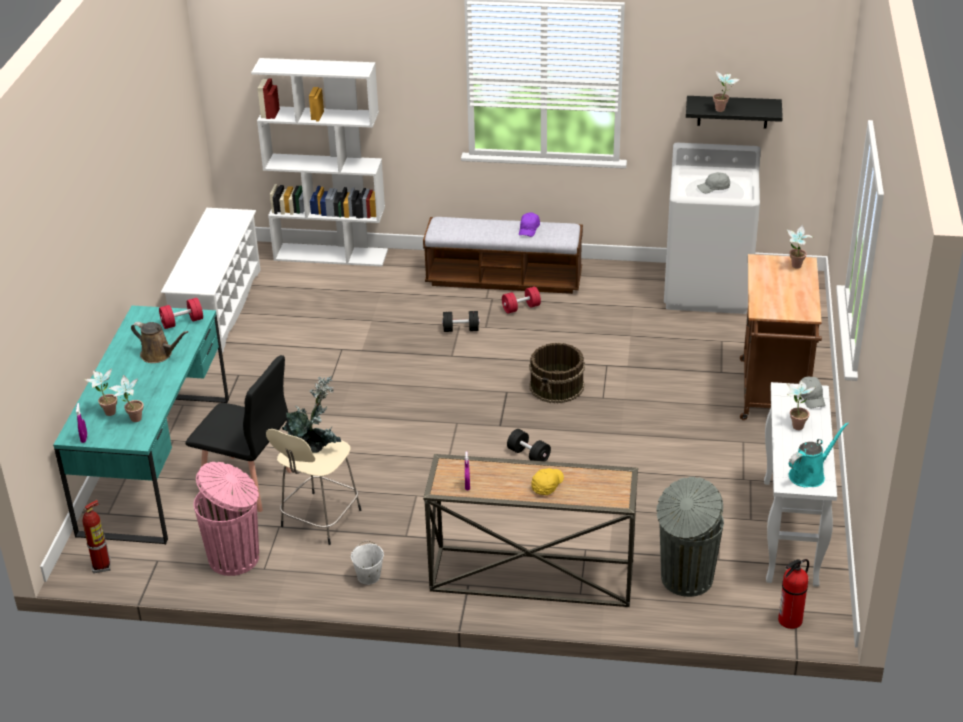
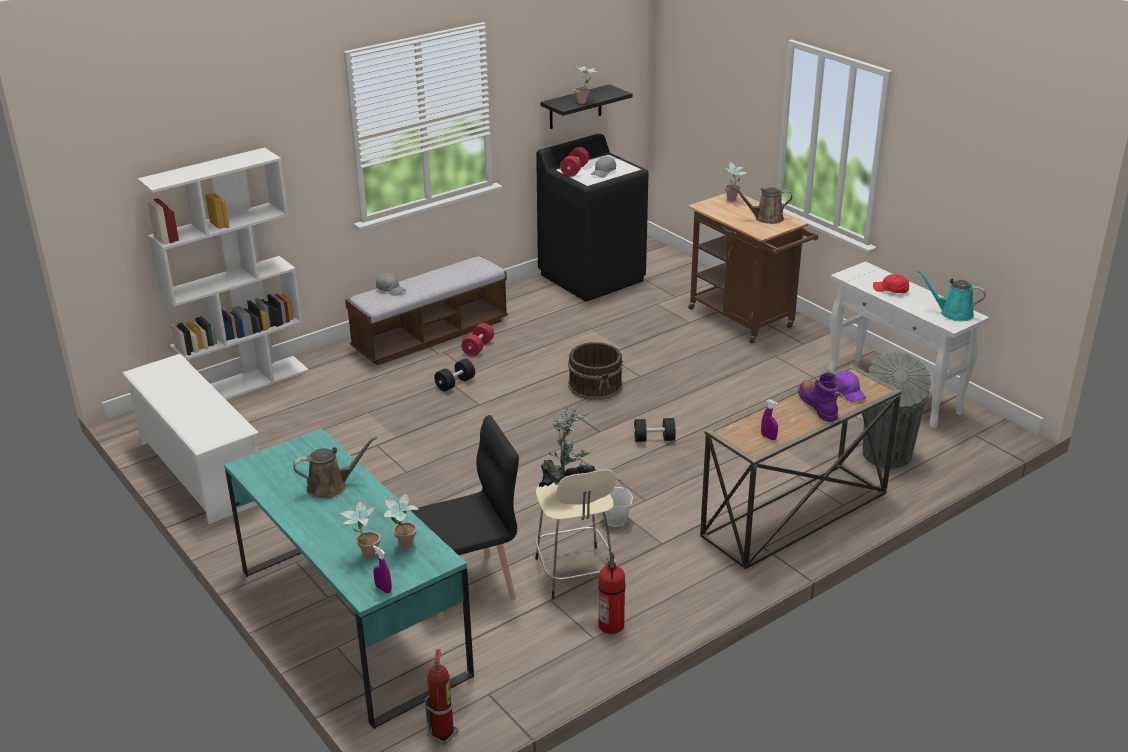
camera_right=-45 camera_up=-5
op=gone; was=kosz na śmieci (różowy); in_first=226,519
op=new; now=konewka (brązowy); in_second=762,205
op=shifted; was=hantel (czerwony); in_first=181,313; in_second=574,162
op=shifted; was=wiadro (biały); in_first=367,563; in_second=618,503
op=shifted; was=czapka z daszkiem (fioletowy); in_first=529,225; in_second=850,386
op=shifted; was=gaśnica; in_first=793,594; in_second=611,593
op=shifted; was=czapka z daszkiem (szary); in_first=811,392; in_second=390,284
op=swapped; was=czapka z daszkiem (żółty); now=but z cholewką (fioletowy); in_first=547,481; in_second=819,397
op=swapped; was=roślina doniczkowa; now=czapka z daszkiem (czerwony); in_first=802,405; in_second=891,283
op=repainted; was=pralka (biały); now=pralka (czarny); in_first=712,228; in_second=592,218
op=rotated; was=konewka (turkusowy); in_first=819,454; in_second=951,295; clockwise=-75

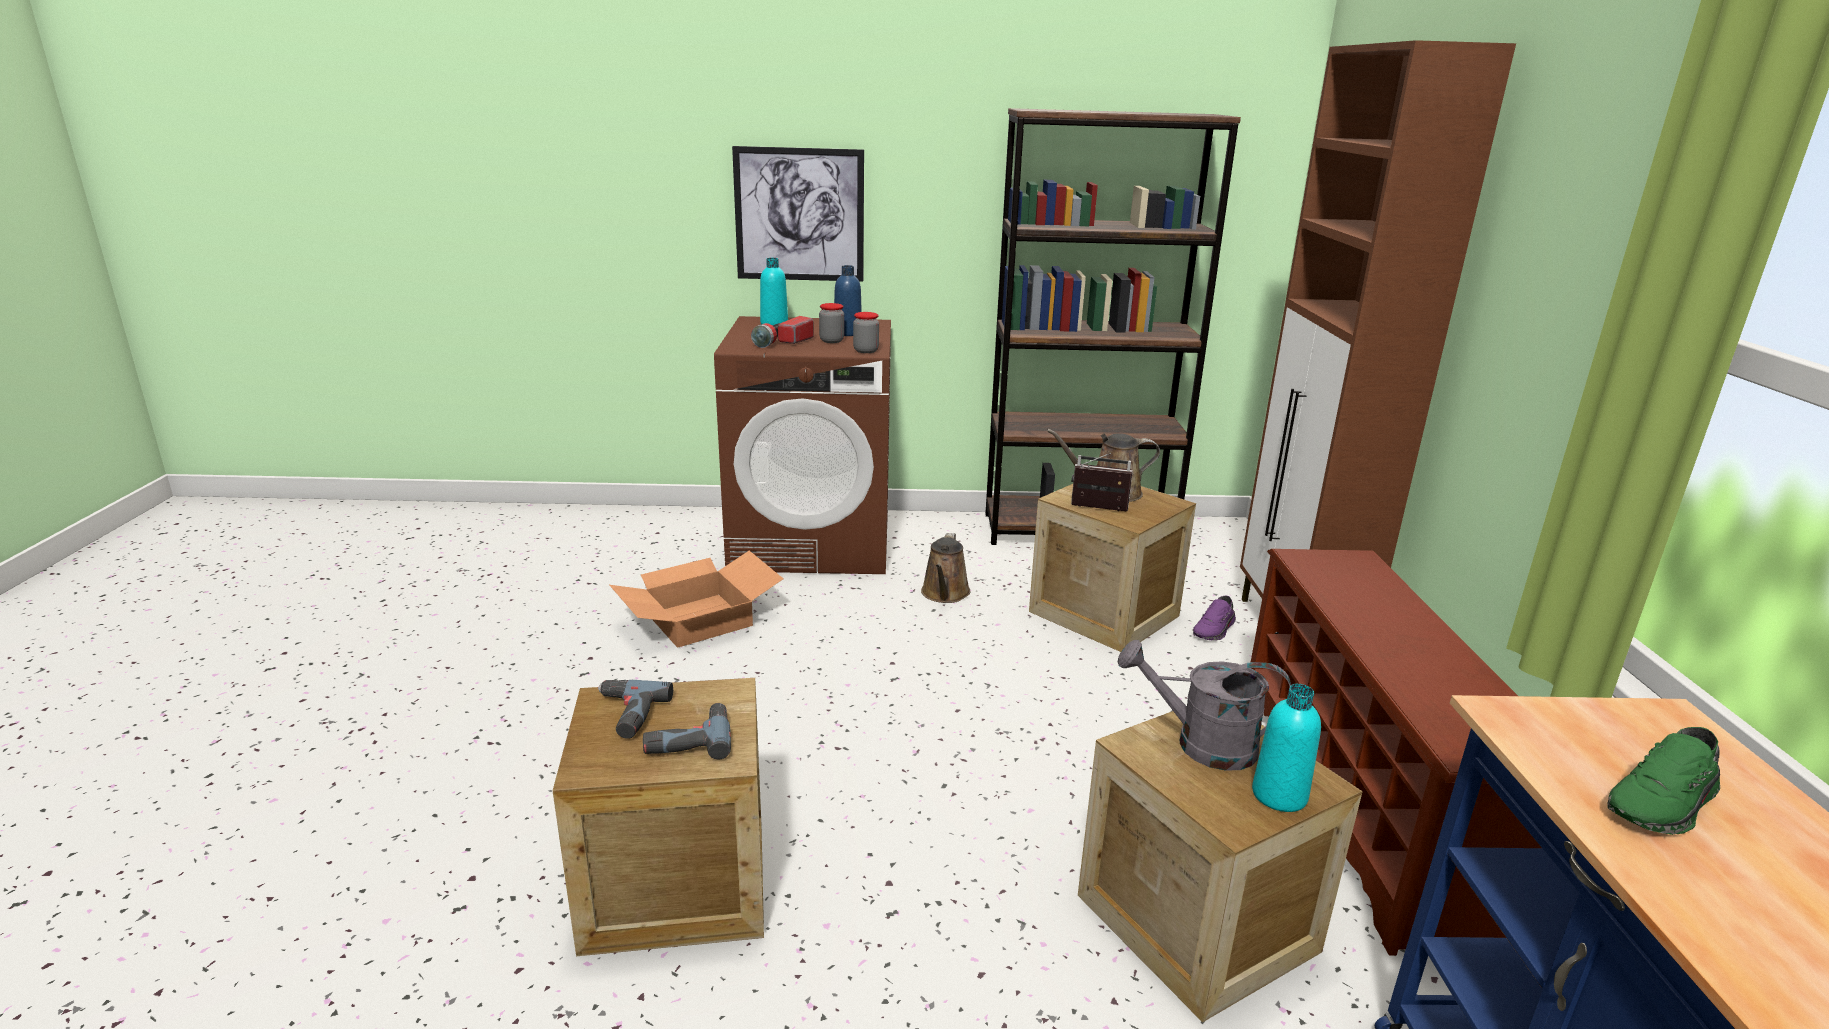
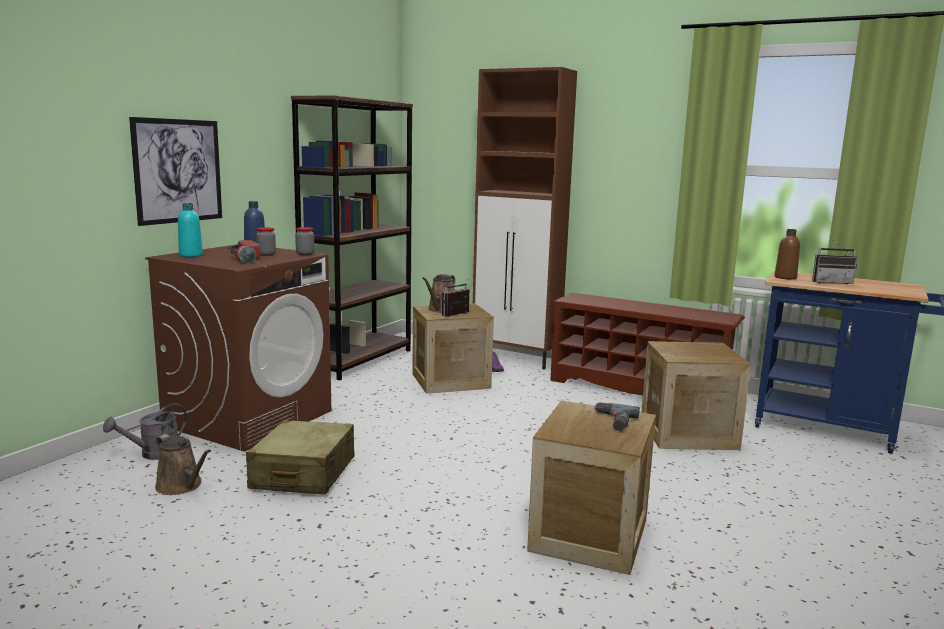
camera_right=-60 camera_up=-10
op=gone; was=wiertarka; in_first=635,709
op=gone; was=butelka (turkusowy); in_first=1286,748
op=new; now=butelka (brązowy); in_second=787,254
op=shifted; was=konewka (brązowy); in_first=946,568; in_second=183,464
op=shifted; was=konewka (szary); in_first=1204,705; in_second=145,431
op=swapped; was=karton; now=walizka (beżowy); in_first=696,599; in_second=300,457
op=swapped; was=but (zielony); now=radio; in_first=1663,781; in_second=834,261

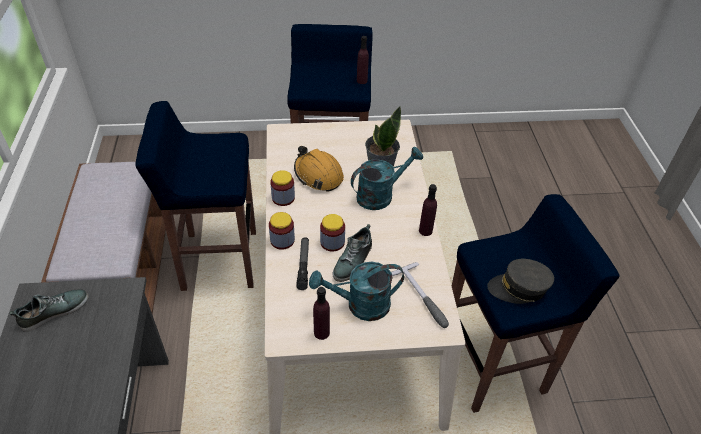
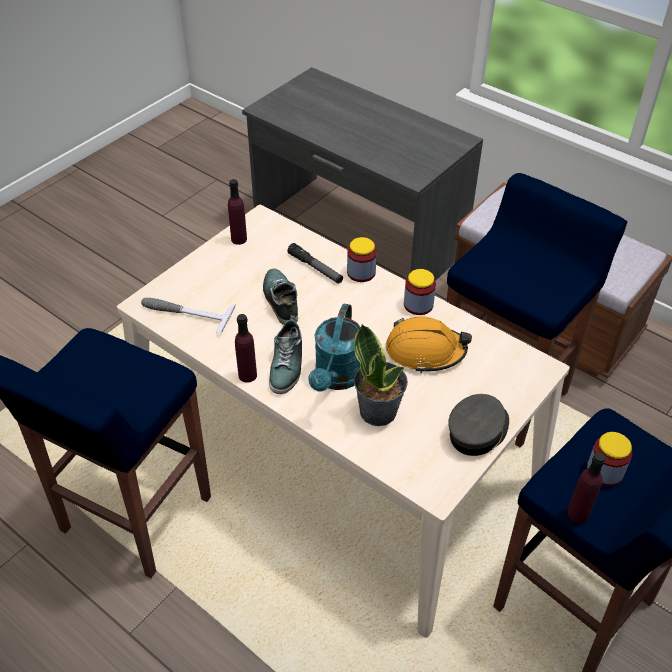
camera_right=135 camera_up=0
op=gone; was=konewka (turkusowy); in_first=356,291
op=shifted; was=but; in_first=49,310; in_second=285,354
op=shifted; was=słoik; in_first=332,233; in_second=609,459
op=shifted; was=czapka z daszkiem (szary); in_first=520,281; in_second=478,425

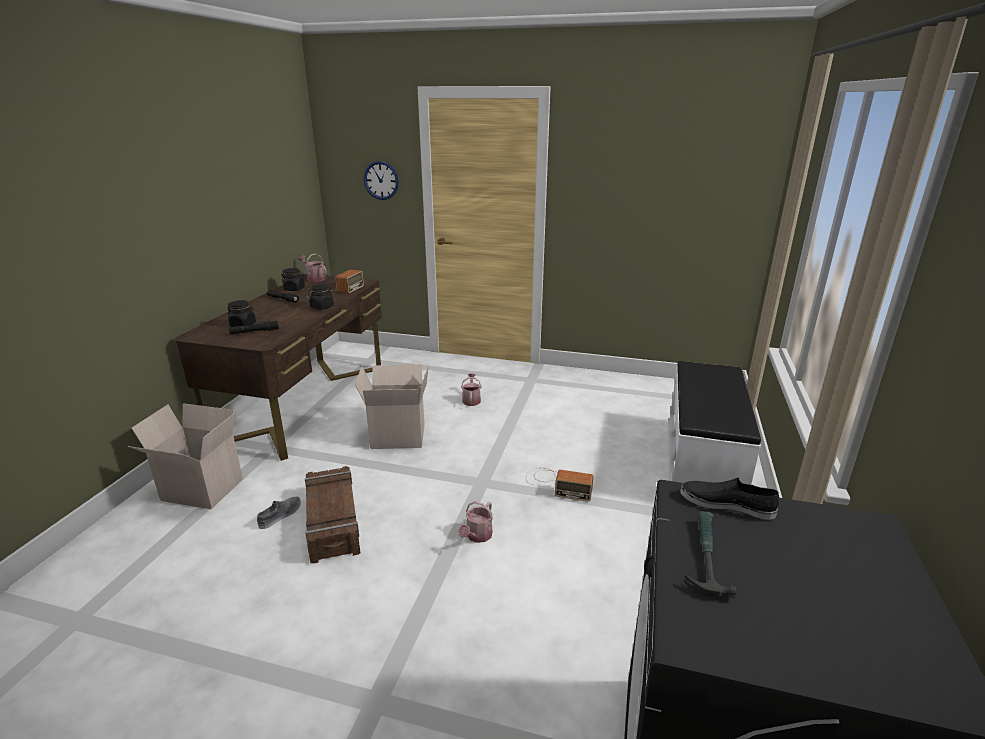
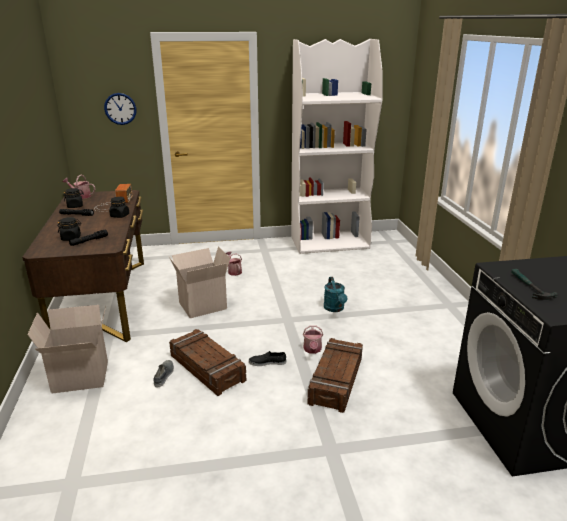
camera_right=-25 camera_up=0
op=gone; was=ławka (biały); in_first=715,422
op=new; now=regał (biały); in_second=337,146
op=new; now=skrzynka; in_second=335,375
op=shifted; was=but (czarny); in_first=729,499; in_second=267,358
op=swapped; was=radio; now=konewka (turkusowy); in_first=559,485; in_second=335,294

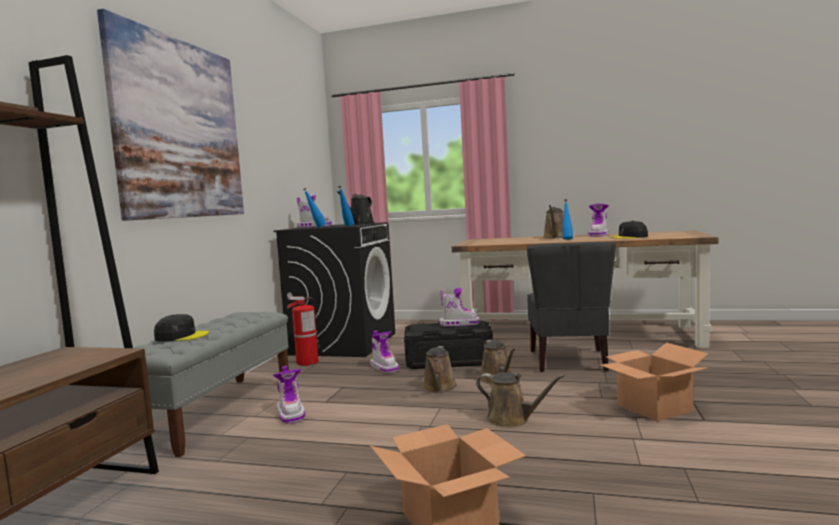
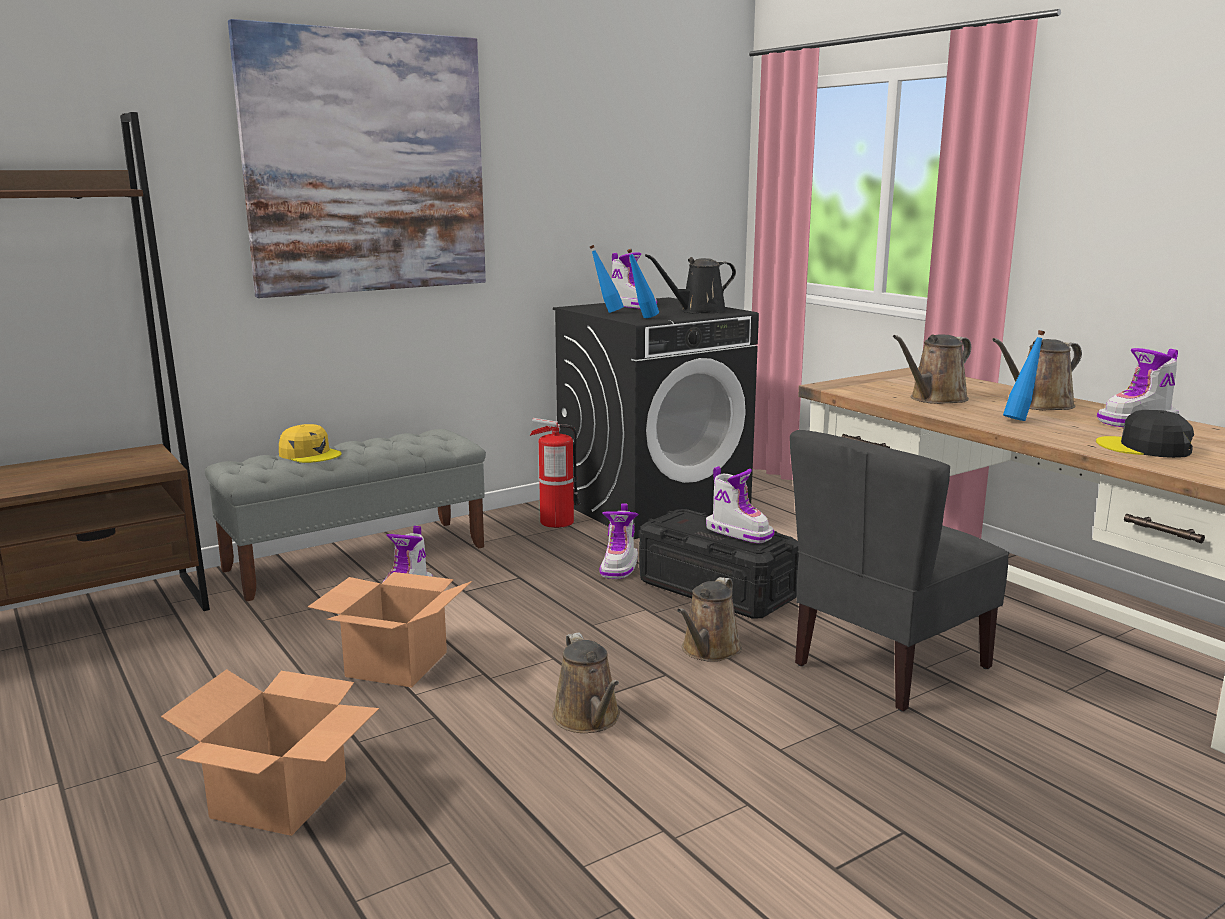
camera_right=40 camera_up=10
op=shifted; was=konewka (brązowy); in_first=439,369; in_second=932,369
op=shifted; was=karton; in_first=654,382; in_second=390,629
op=repainted; was=czapka z daszkiem (czarny); now=czapka z daszkiem (żółty); in_first=181,328; in_second=310,443

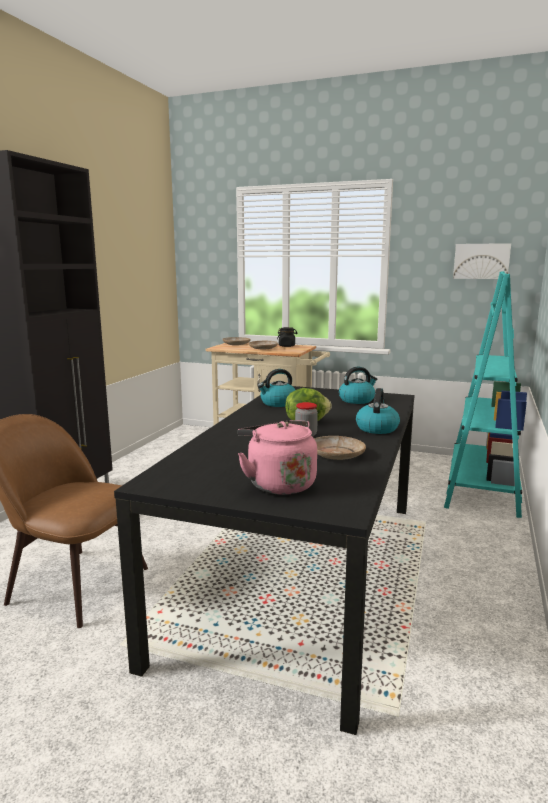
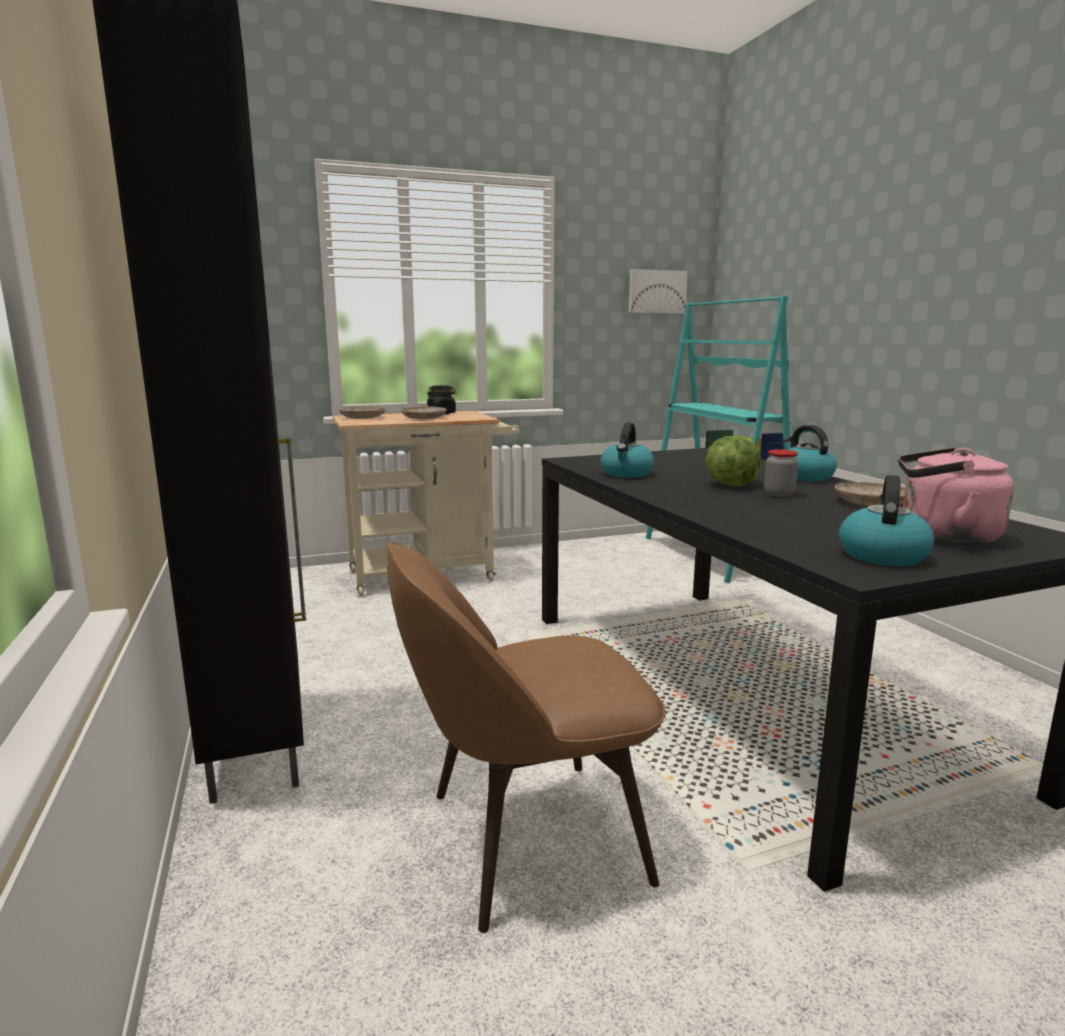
camera_right=-40 camera_up=0
op=shifted; was=czajnik; in_first=358,385; in_second=887,520

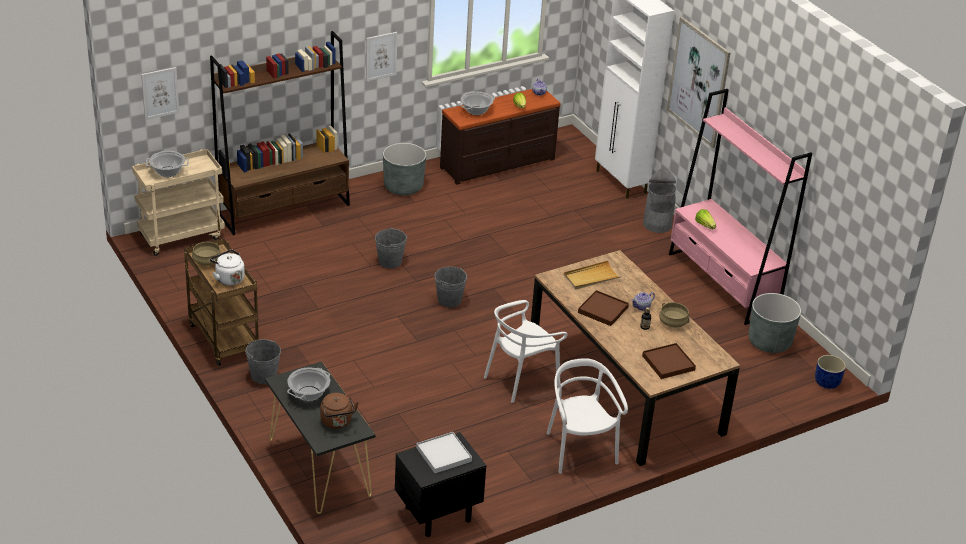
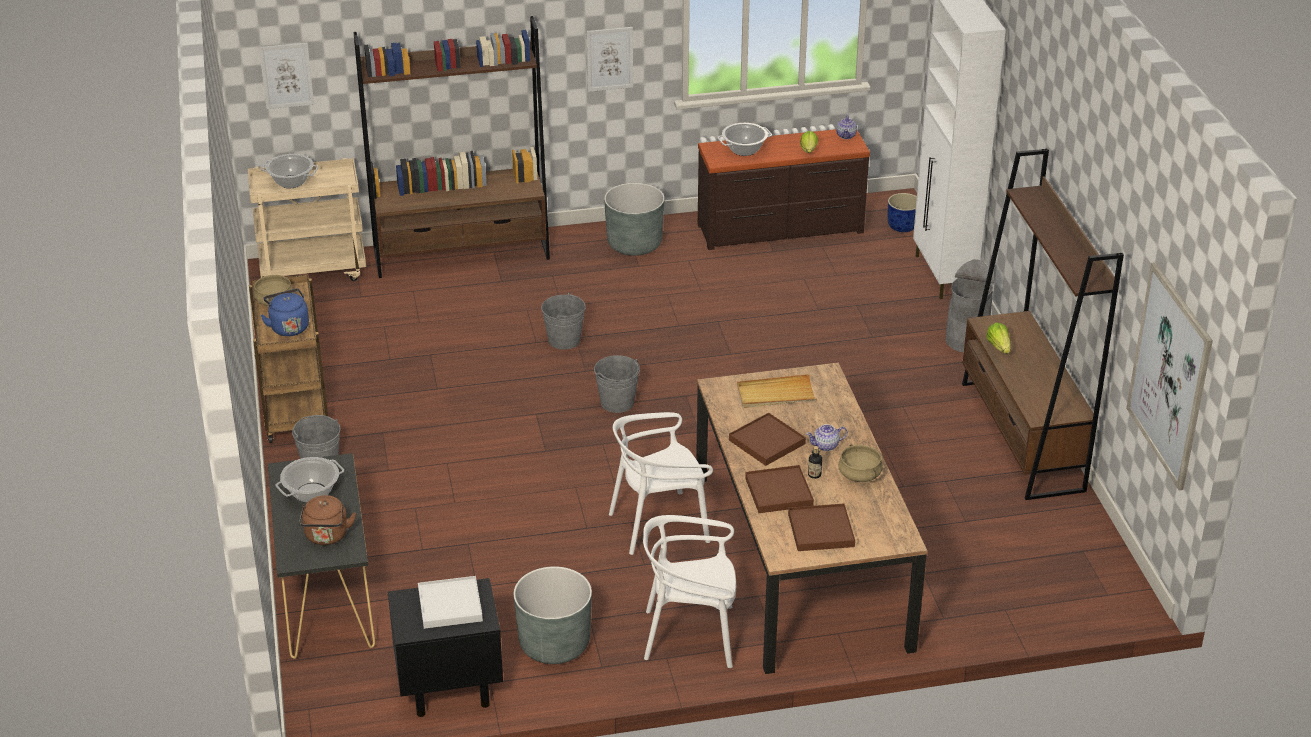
camera_right=20 camera_up=0
op=new; now=taca (brązowy); in_second=779,489
op=shifted; was=obraz; in_first=699,82; in_second=1169,376
op=shifted; was=donica (szary); in_first=774,323; in_second=552,615
op=shifted; was=donica (niebieski); in_first=830,372; in_second=902,212
op=repainted; was=czajnik (biały); now=czajnik (niebieski); in_first=227,267; in_second=285,312
op=repainted; was=regał (różowy); now=regał (brązowy); in_first=740,207; in_second=1043,324
op=rotated; was=krzesło (biały); in_first=587,416; in_second=689,591; clockwise=-90

